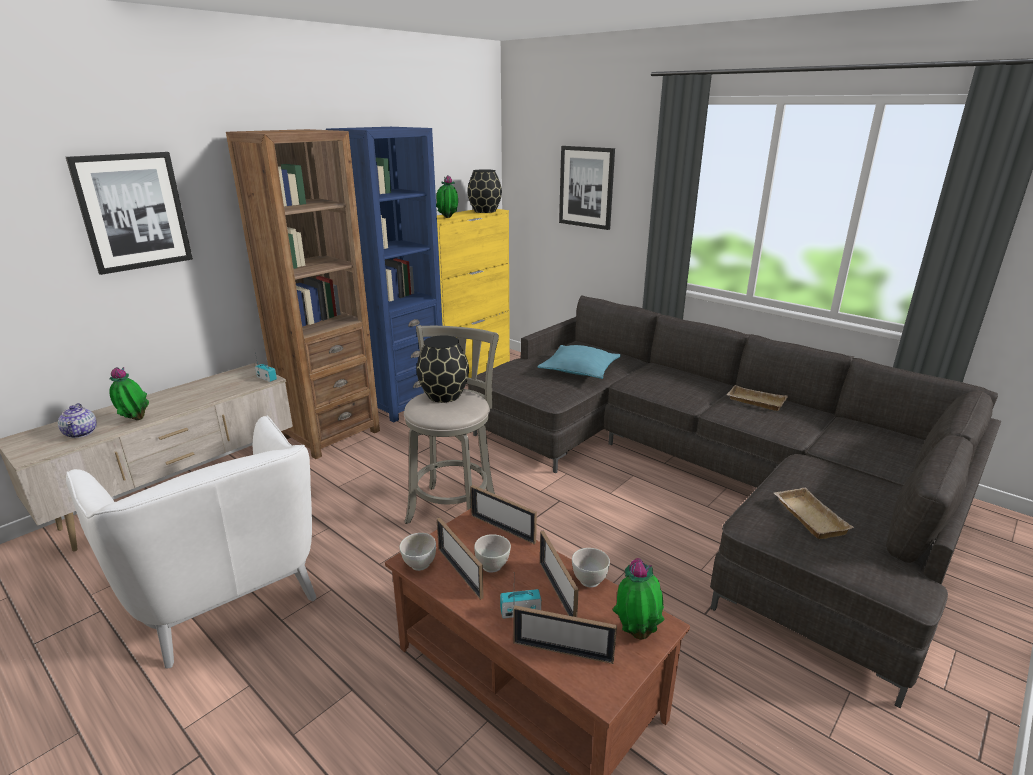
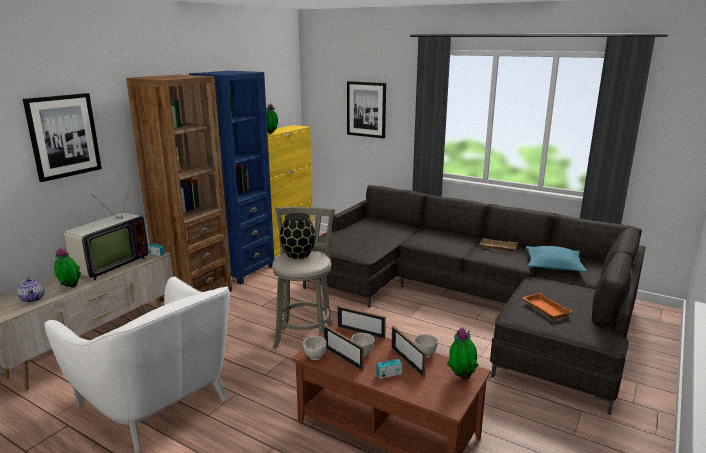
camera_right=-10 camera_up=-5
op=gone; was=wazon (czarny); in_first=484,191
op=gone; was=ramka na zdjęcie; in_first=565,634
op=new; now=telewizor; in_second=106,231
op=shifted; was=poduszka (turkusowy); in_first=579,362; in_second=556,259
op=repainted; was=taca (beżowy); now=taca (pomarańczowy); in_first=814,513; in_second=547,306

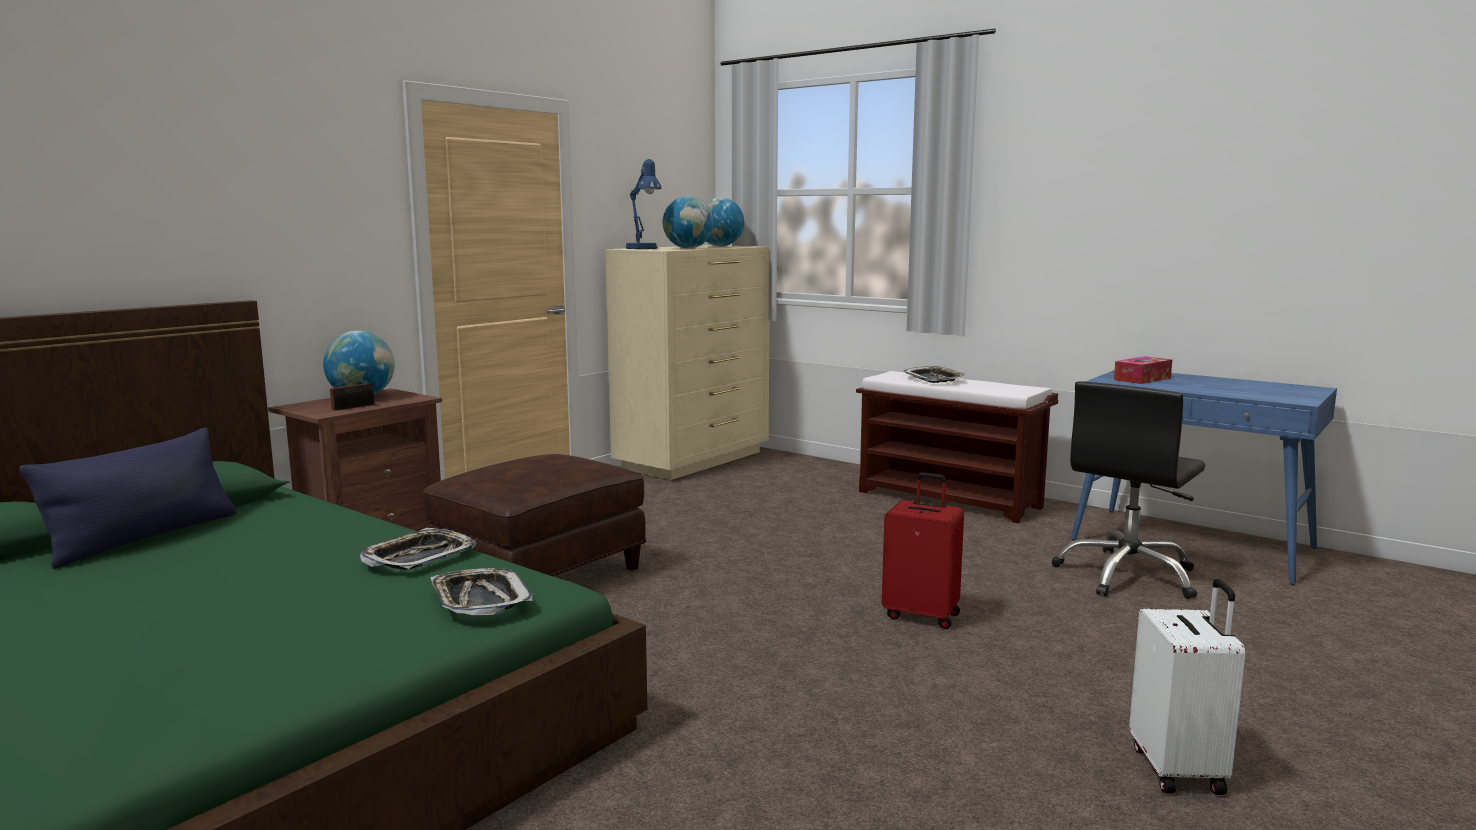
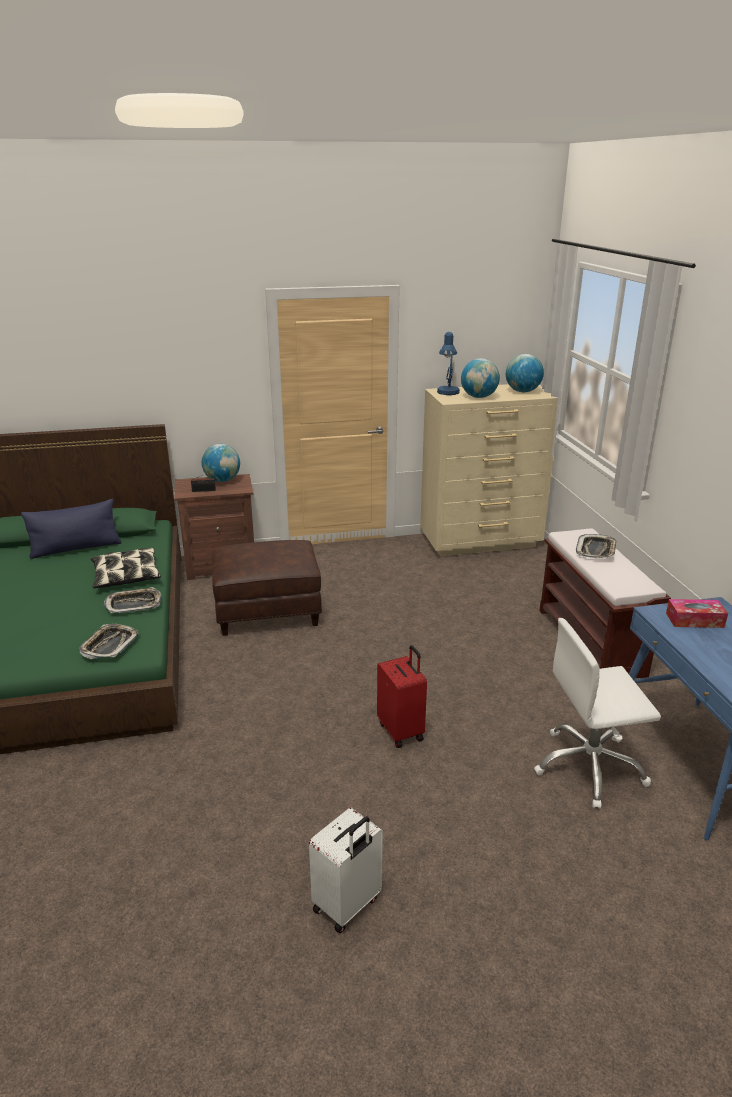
camera_right=40 camera_up=15
op=new; now=poduszka; in_second=125,568
op=repainted; was=krzesło biurowe (czarny); now=krzesło biurowe (biały); in_first=1128,490; in_second=597,713

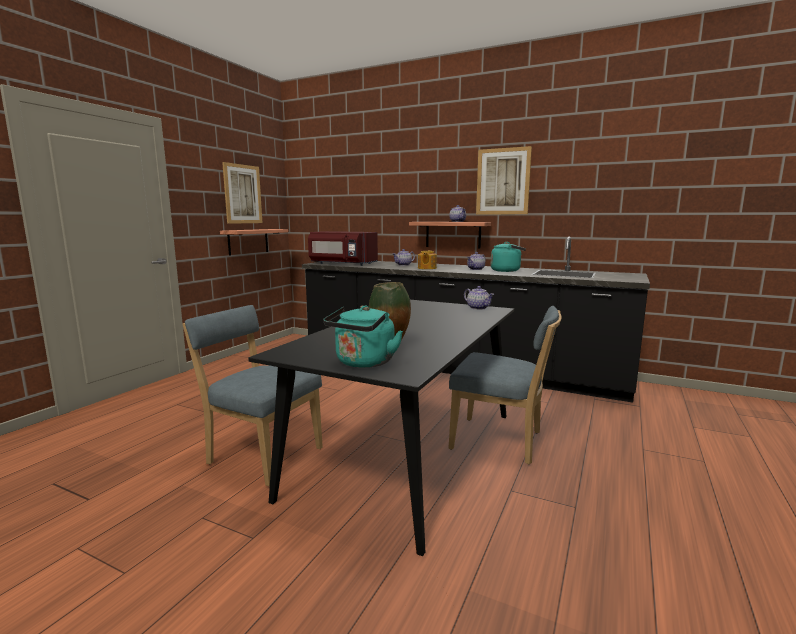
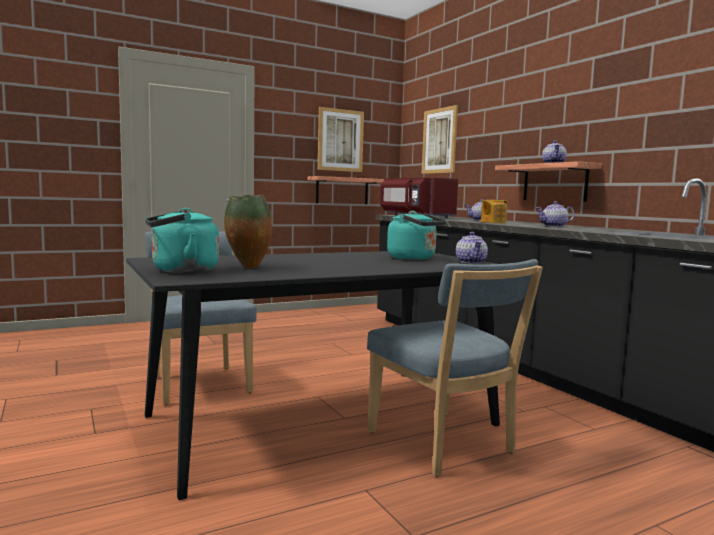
camera_right=35 camera_up=-5
op=shifted; was=obraz; in_first=504,180; in_second=440,139
op=shifted; was=czajnik (turkusowy); in_first=508,257; in_second=416,235

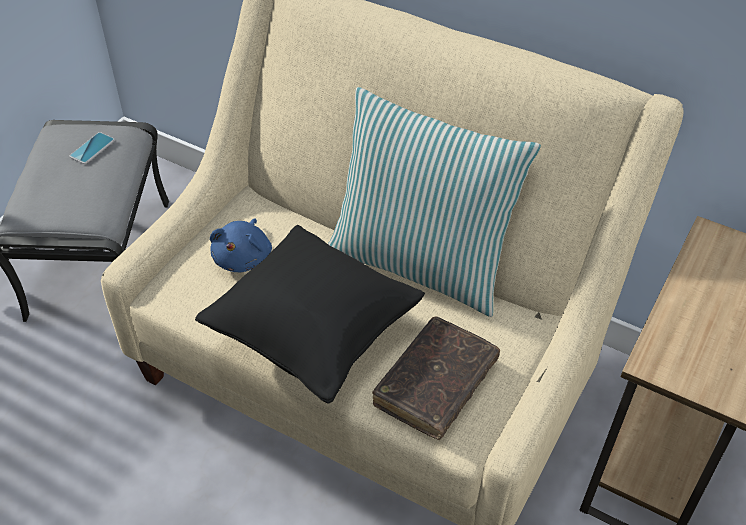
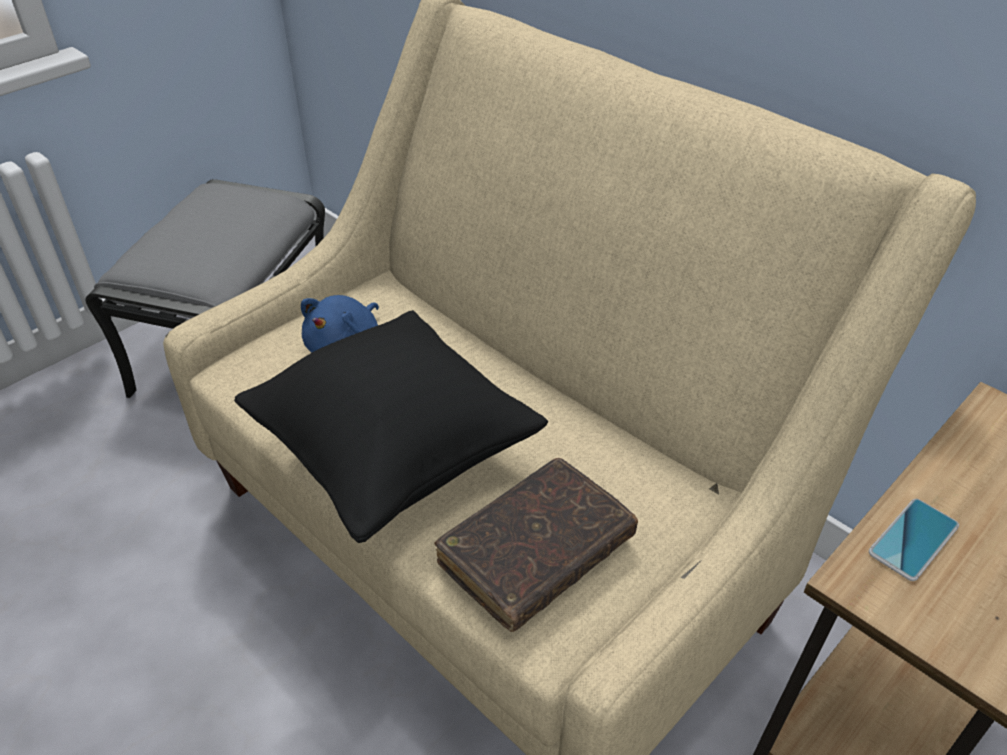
camera_right=15 camera_up=-5
op=gone; was=poduszka; in_first=434,202
op=shifted; was=telefon; in_first=92,148; in_second=914,540

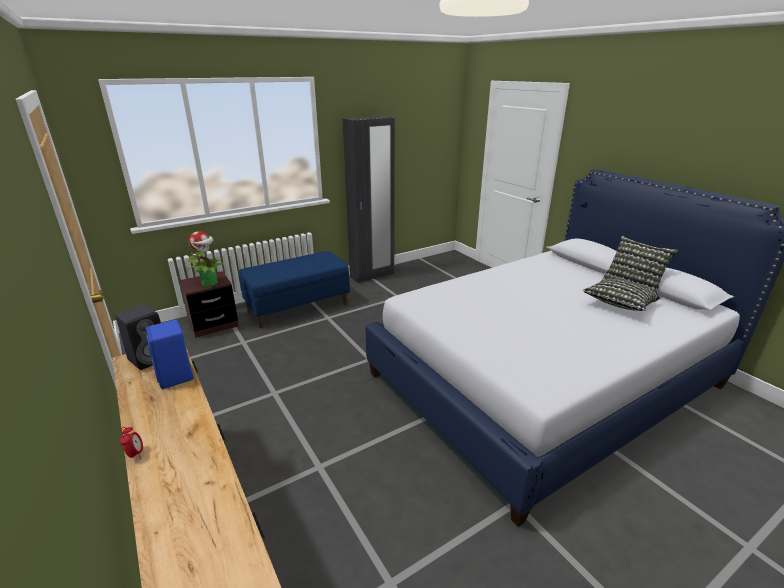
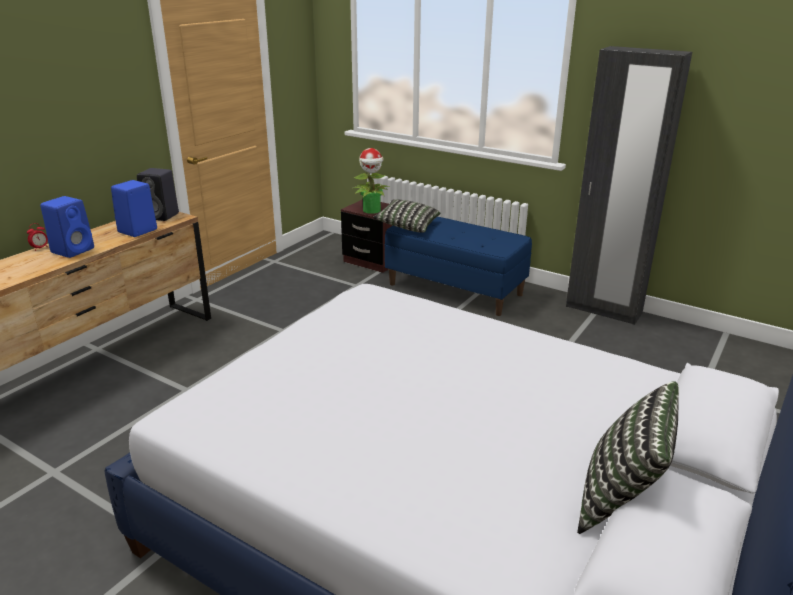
camera_right=65 camera_up=0
op=new; now=głośnik (niebieski); in_second=67,227
op=shifted; was=poduszka; in_first=622,294; in_second=407,216

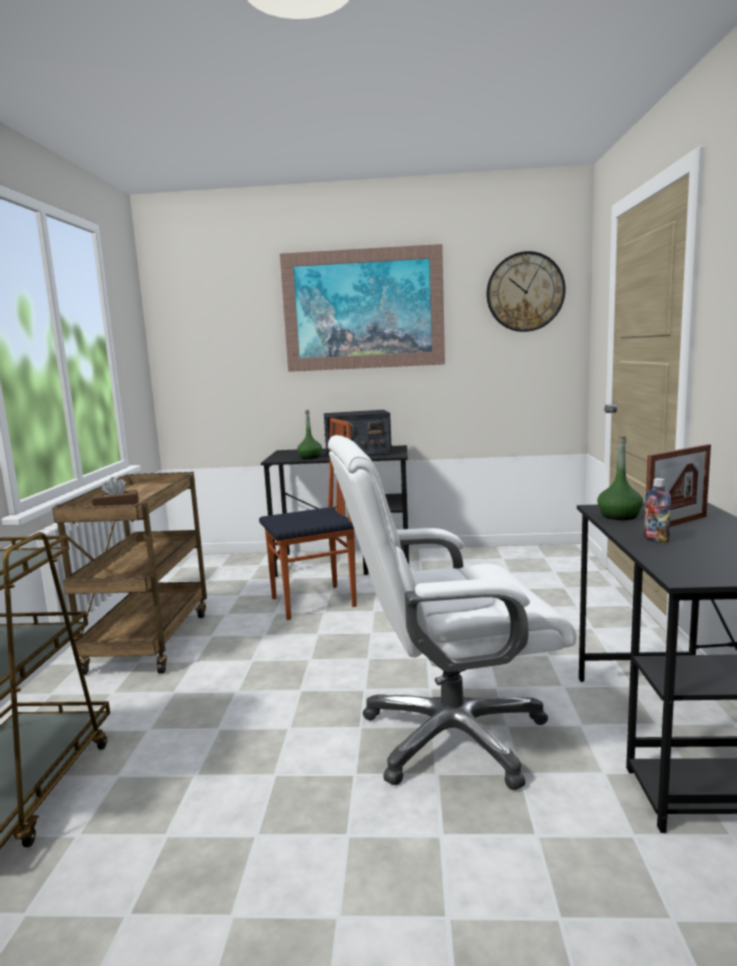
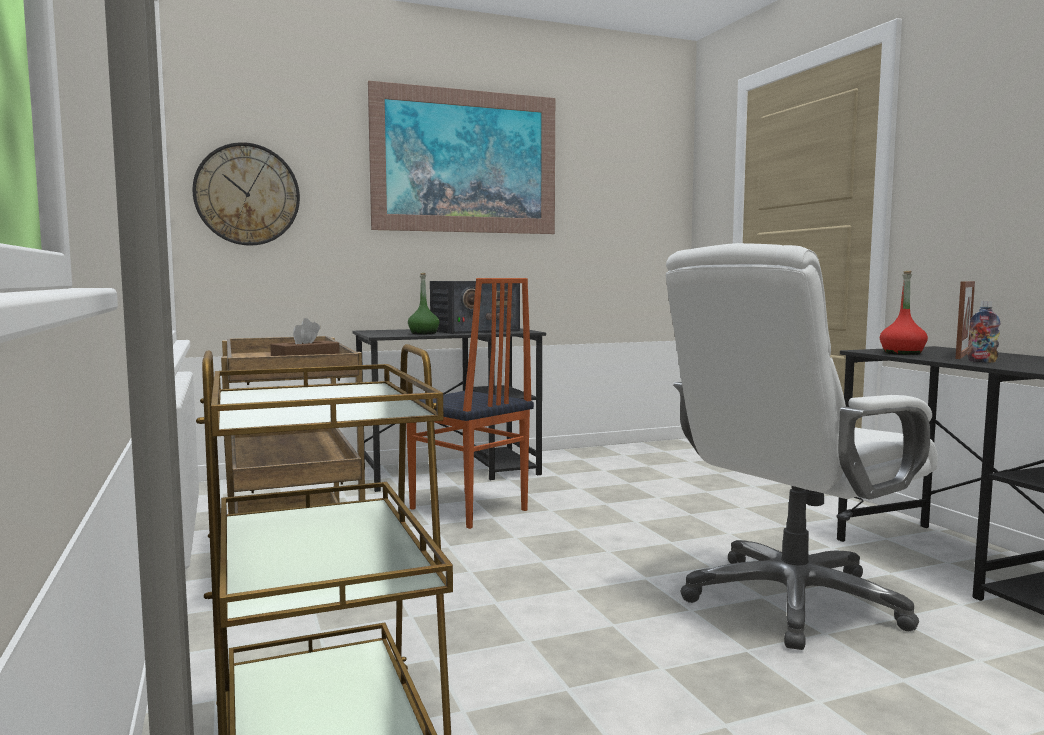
camera_right=-25 camera_up=-5
op=shifted; was=zegar ścienny; in_first=526,291; in_second=246,194
op=repainted; was=butelka (zielony); now=butelka (czerwony); in_first=620,477; in_second=904,313
op=rotated; was=krzesło; in_first=308,519; in_second=470,403; clockwise=90

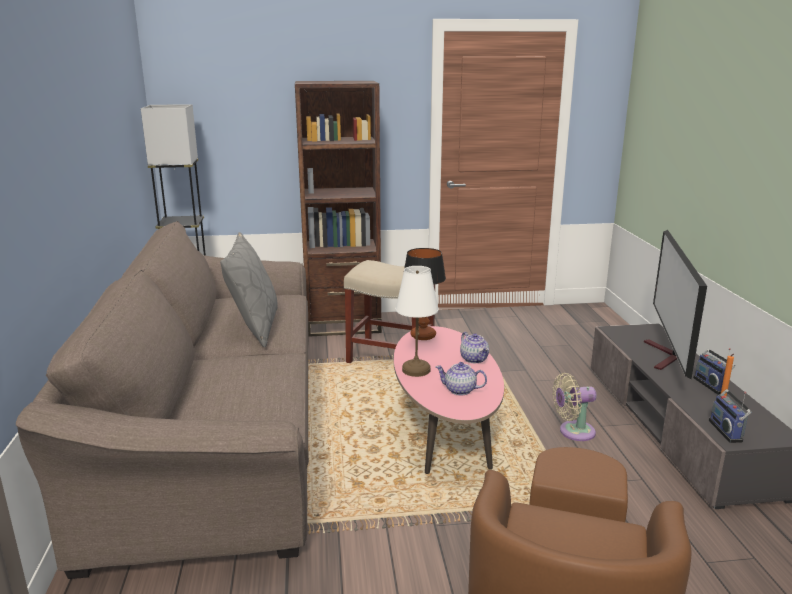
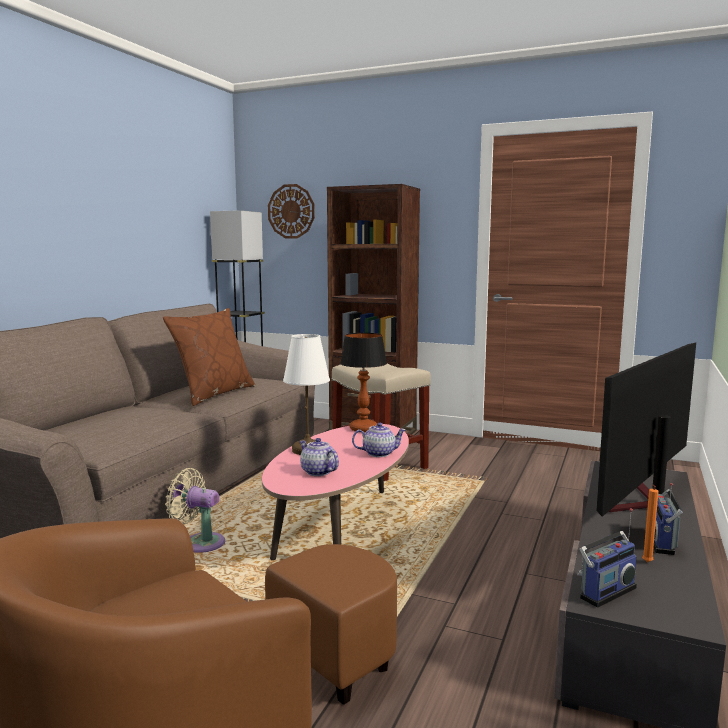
camera_right=30 camera_up=-10
op=new; now=zegar ścienny; in_second=291,211
op=shifted; was=wentylator (beżowy); in_first=575,407; in_second=195,510
op=repainted; was=poduszka (szary); now=poduszka (brązowy); in_first=249,290; in_second=209,357
op=rotated; was=imbryk; in_first=474,347; in_second=379,439; clockwise=-105
op=rotated; was=radio; in_first=730,416; in_second=607,558; clockwise=-150

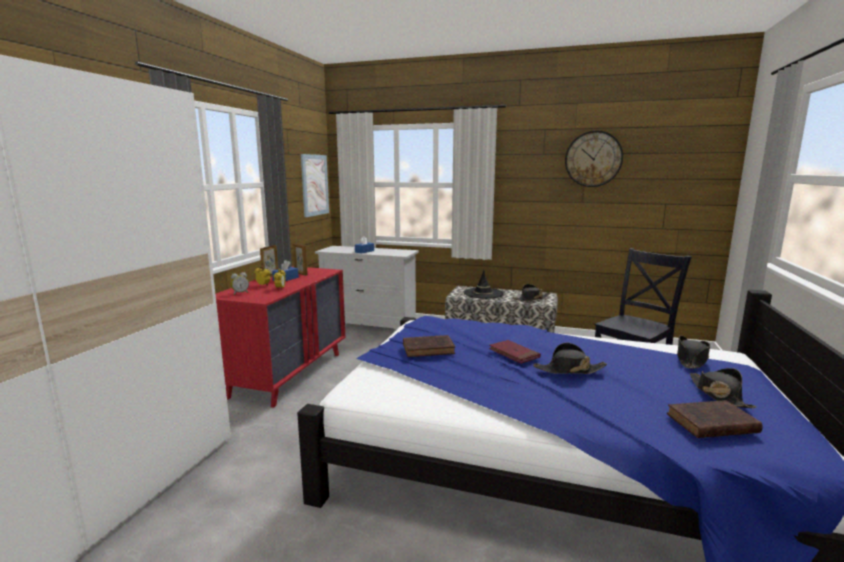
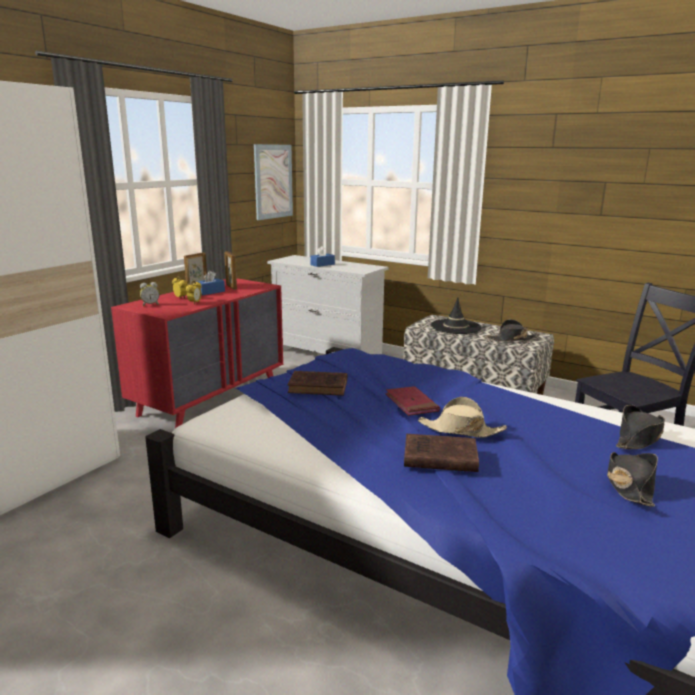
camera_right=15 camera_up=5
op=gone; was=zegar ścienny; in_first=594,158
op=shifted; was=książka (brązowy); in_first=715,419; in_second=441,453
op=repainted; was=kapelusz (czarny); now=kapelusz (beżowy); in_first=570,358; in_second=462,417

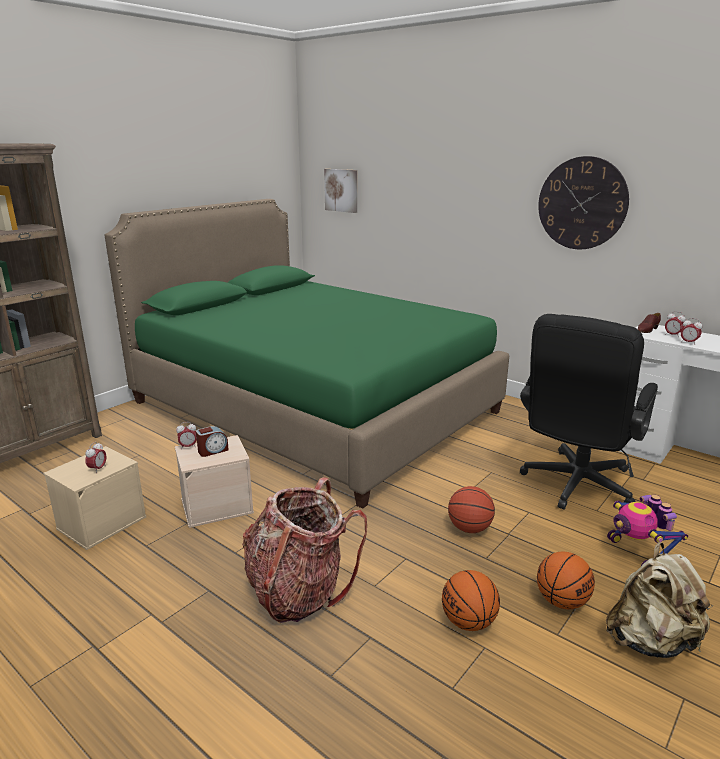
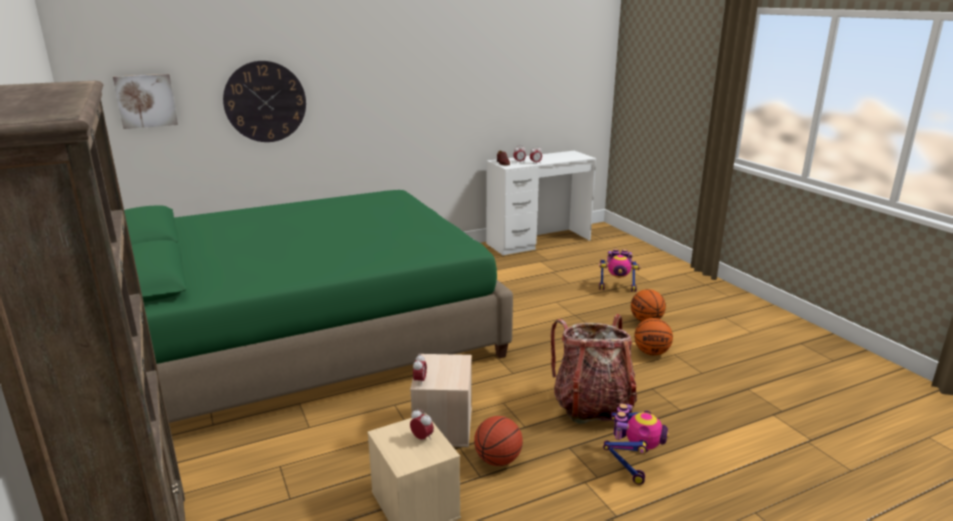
camera_right=-65 camera_up=0
op=gone; was=budzik; in_first=212,441
op=gone; was=krzesło biurowe (czarny); in_first=589,412
op=gone; was=plecak (beżowy); in_first=659,600
op=new; now=robot zabawkowy; in_second=636,444
op=shifted; was=piłka do koszykówki; in_first=471,509; in_second=498,441
op=shifted; was=zegar ścienny; in_first=583,202; in_second=264,101

